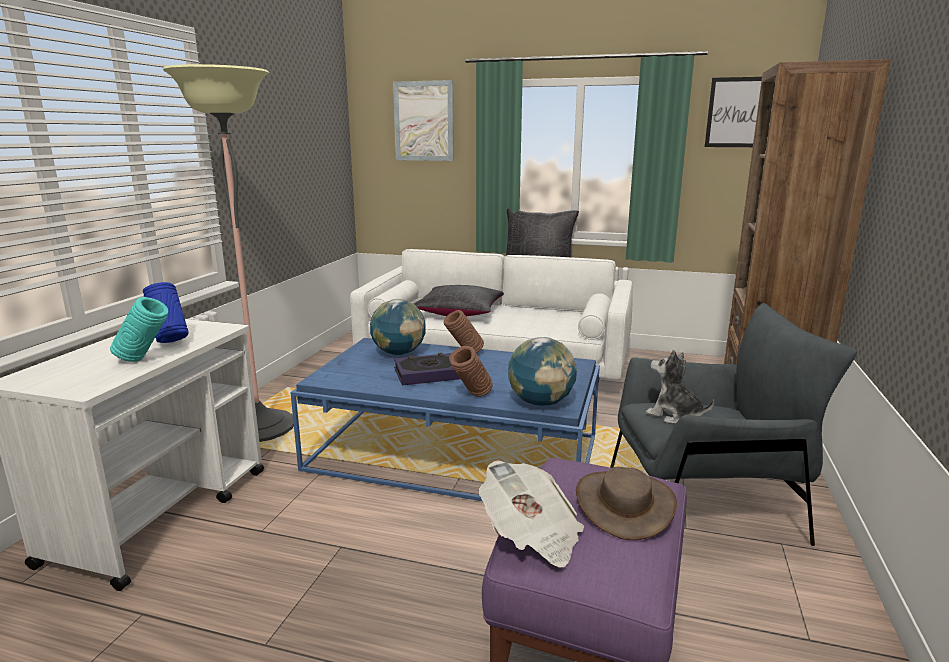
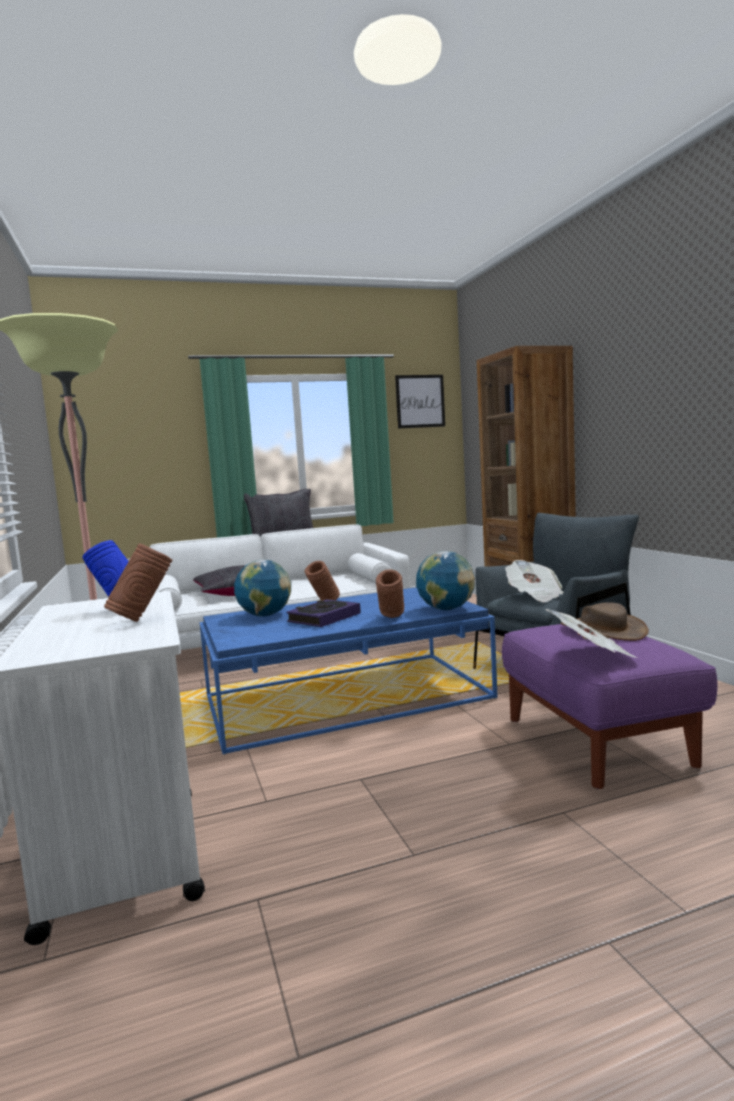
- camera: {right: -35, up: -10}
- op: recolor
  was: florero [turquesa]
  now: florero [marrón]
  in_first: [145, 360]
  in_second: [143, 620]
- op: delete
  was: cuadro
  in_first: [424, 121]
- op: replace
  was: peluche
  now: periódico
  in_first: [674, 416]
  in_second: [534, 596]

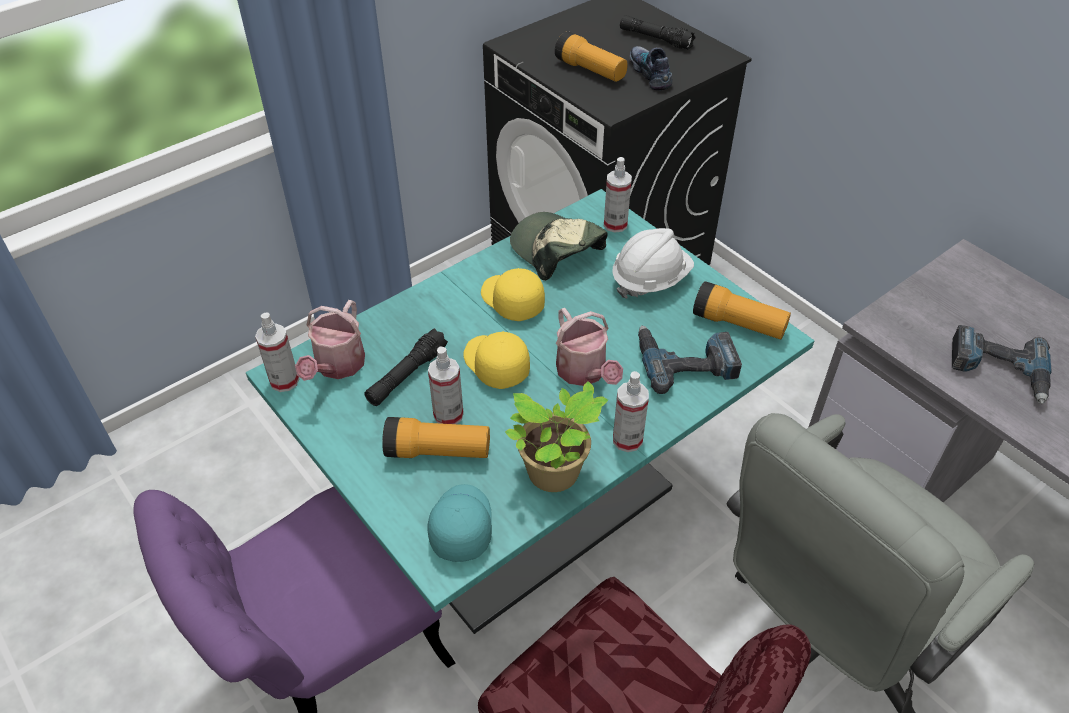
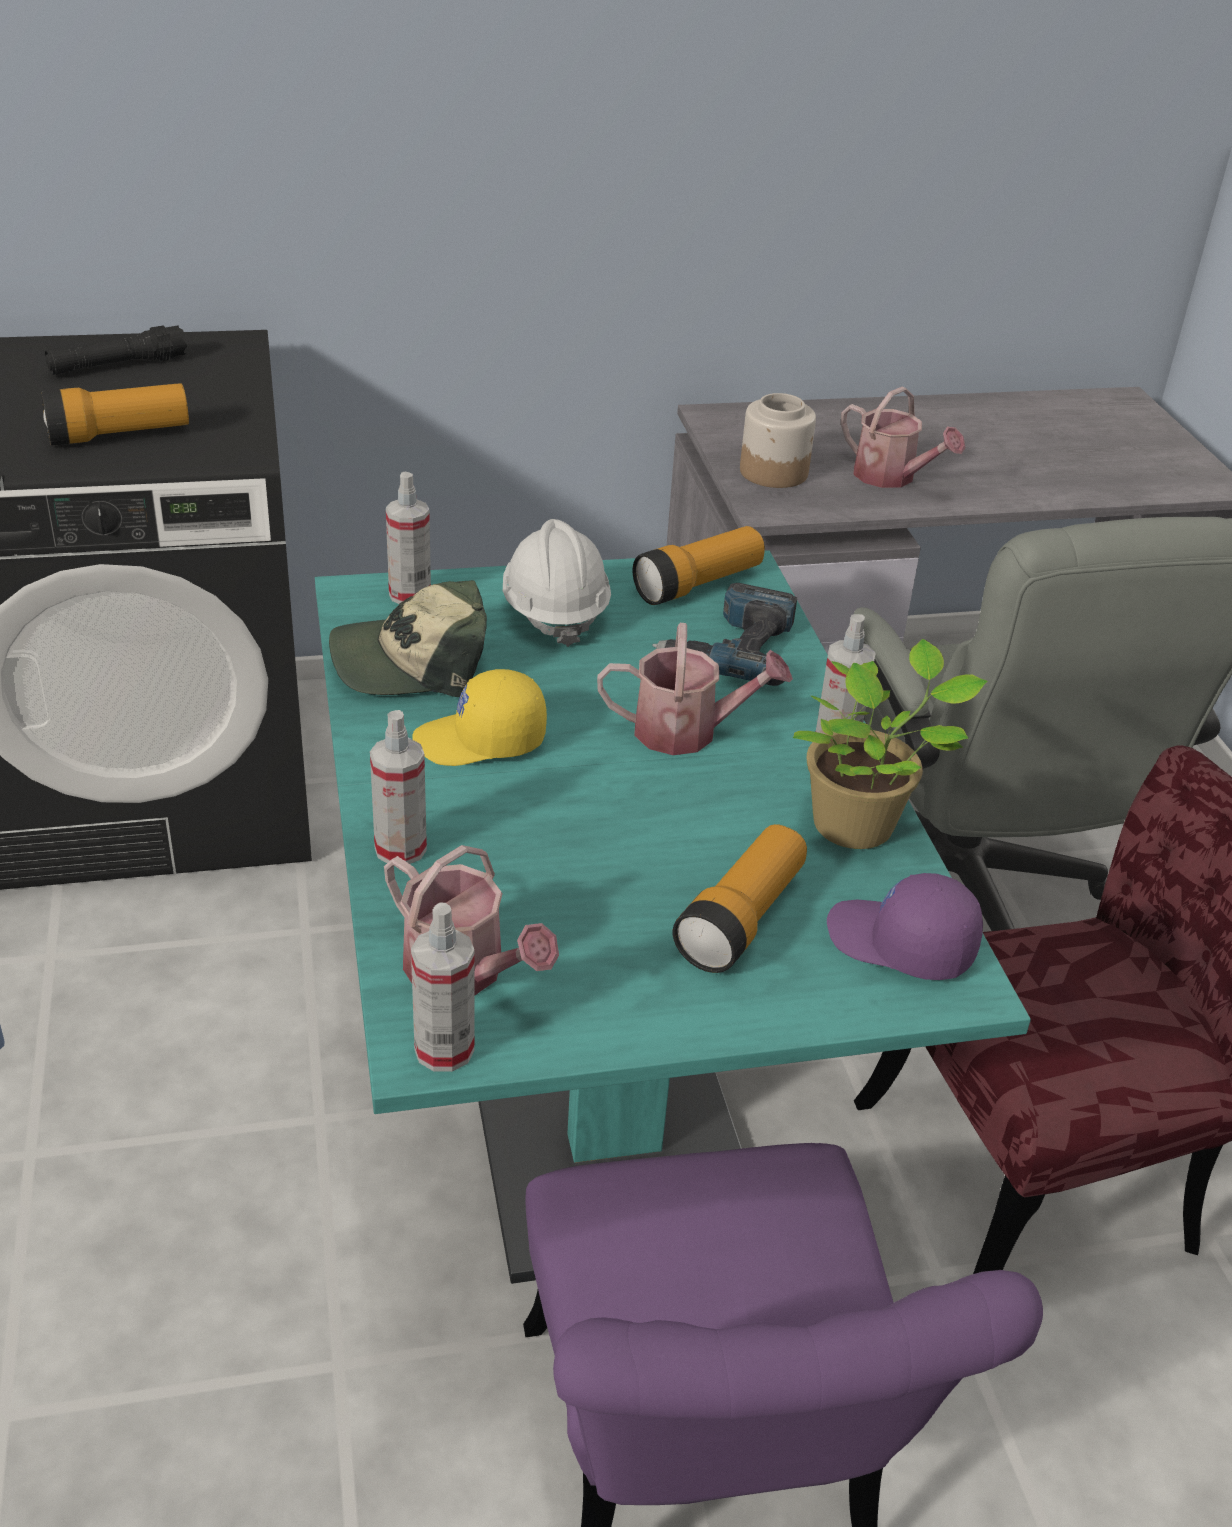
- camera: {right: -65, up: -10}
- op: delete
  was: linterna [negro]
  in_first: [407, 375]
- op: recolor
  was: gorra [turquesa]
  now: gorra [morado]
  in_first: [460, 526]
  in_second: [900, 944]
- op: move
  was: pulverizador
  in_first: [448, 415]
  in_second: [400, 849]
- op: delete
  was: gorra [amarillo]
  in_first: [495, 365]
- op: delete
  was: zapato
  in_first: [650, 73]
- op: replace
  was: taladro
  now: regadera
  in_first: [998, 370]
  in_second: [891, 477]
- op: insert
  now: tarro
  in_second: [774, 472]

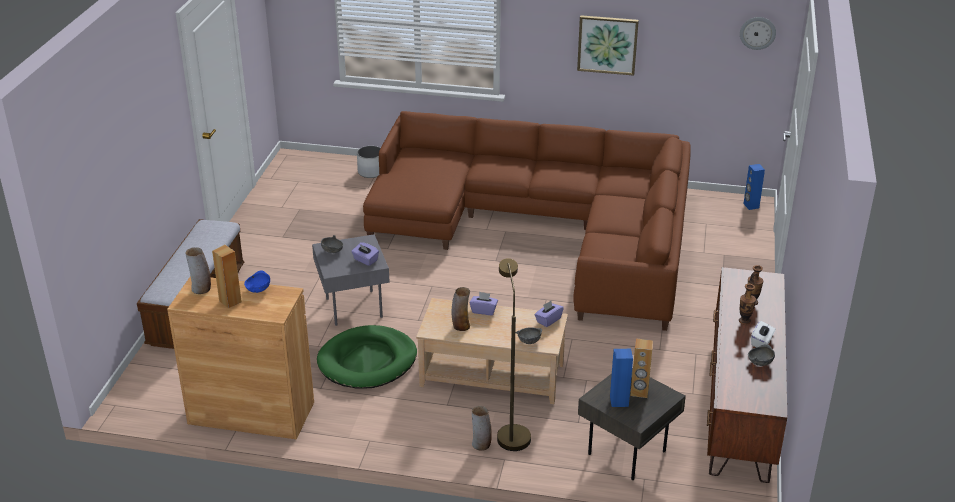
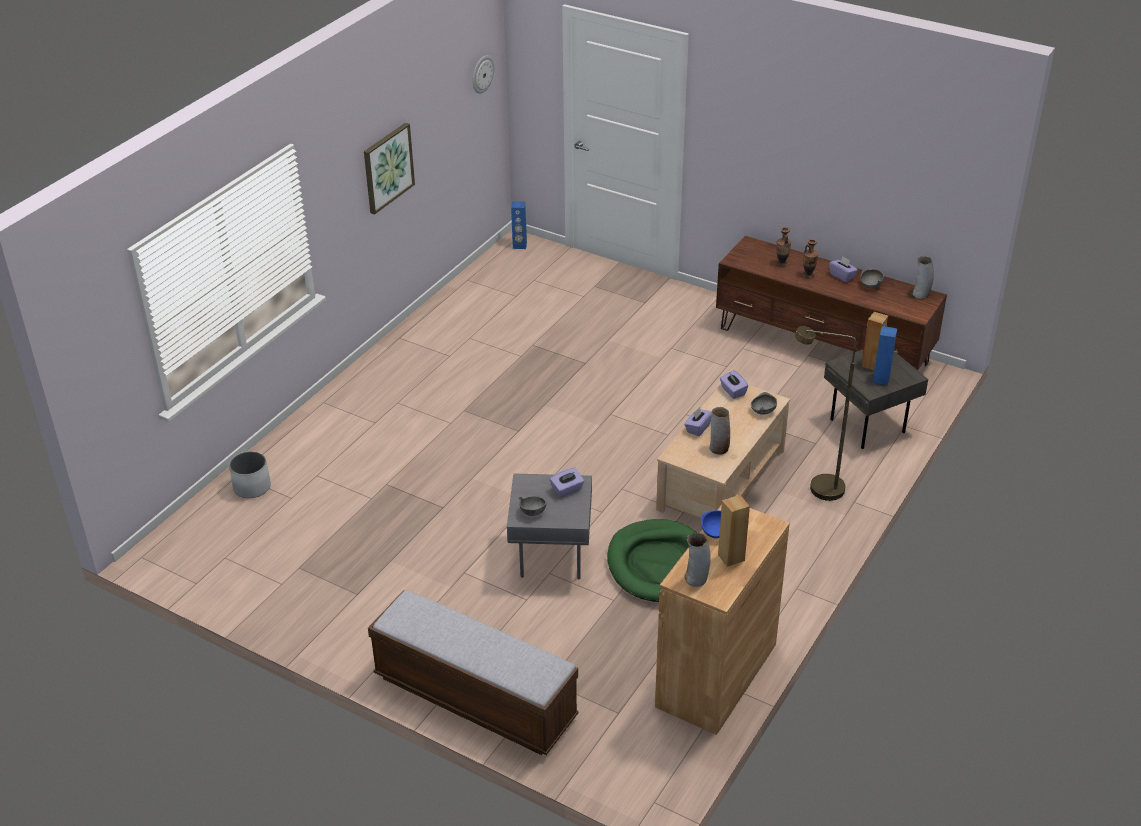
- camera: {right: -70, up: 5}
- op: delete
  was: sofá [marrón]
  in_first: [545, 228]
- op: move
  was: florero
  in_first: [481, 445]
  in_second: [921, 294]
- op: recolor
  was: caja de pañuelos [blanco]
  now: caja de pañuelos [morado]
  in_first: [762, 342]
  in_second: [842, 276]

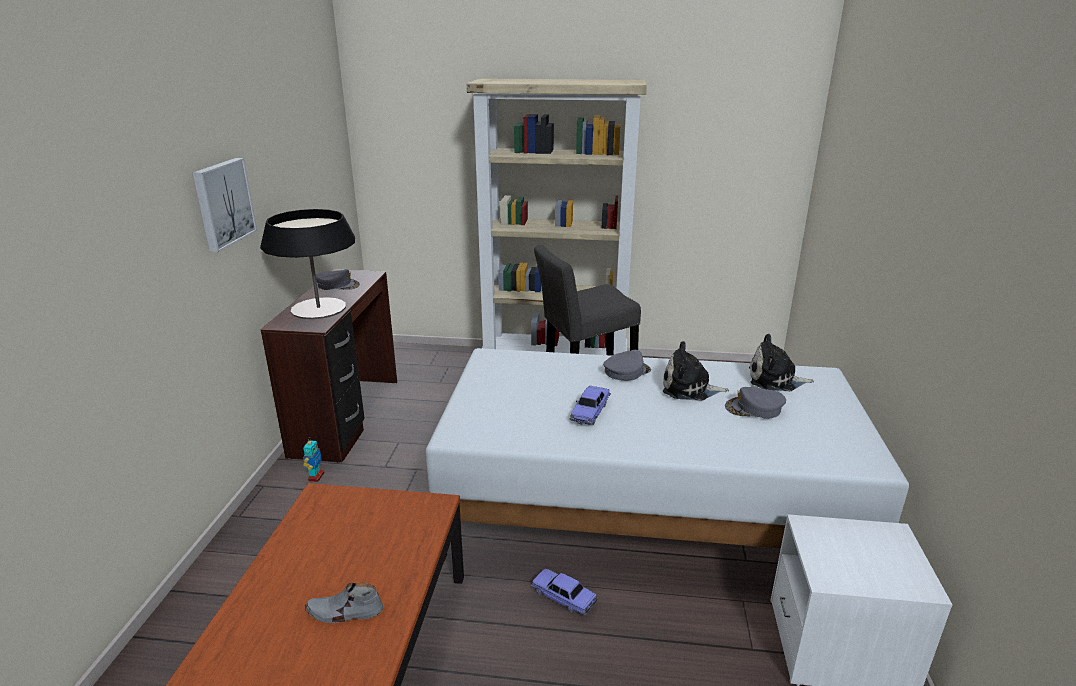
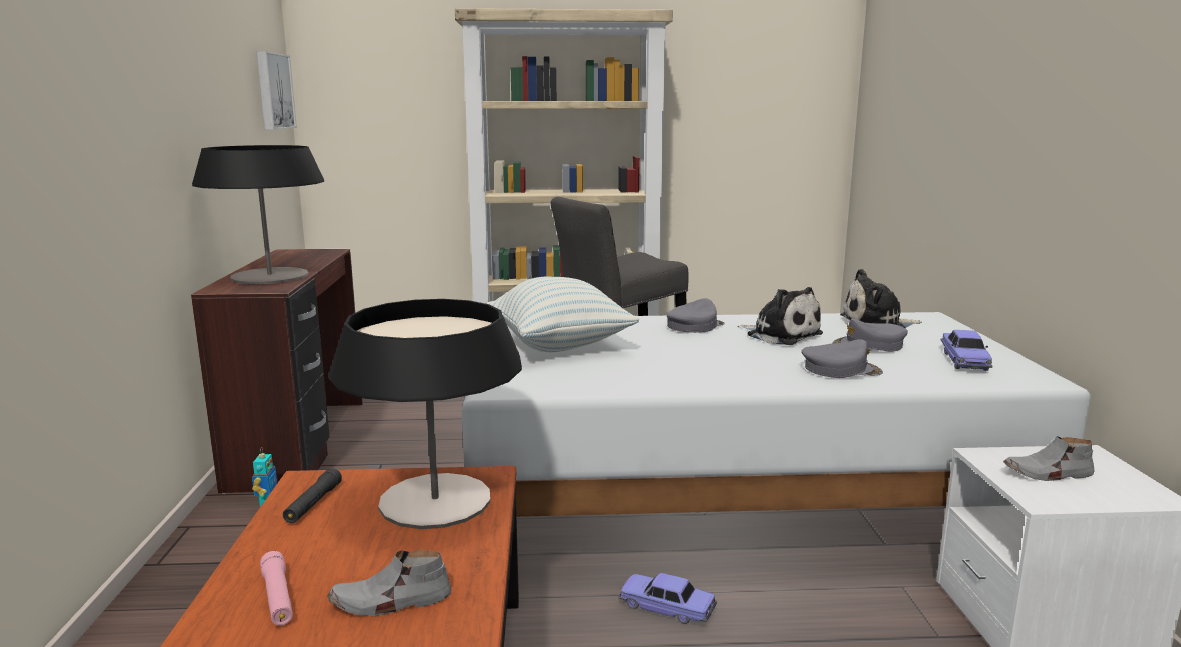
- camera: {right: -10, up: -10}
- op: move
  was: cuadro
  in_first: [222, 203]
  in_second: [273, 91]
- op: move
  was: gorra [gris]
  in_first: [338, 285]
  in_second: [840, 369]
- op: move
  was: coche de juguete
  in_first: [590, 411]
  in_second: [964, 361]
- op: rotate
  was: peluche
  in_first: [689, 388]
  in_second: [781, 335]
  clockwise: -135
- op: insert
  now: linterna [rosa]
  in_second: [278, 597]
- op: insert
  now: linterna [negro]
  in_second: [313, 504]
- op: insert
  now: lámpara de mesa
  in_second: [435, 500]
- op: insert
  now: cojín
  in_second: [559, 345]
- op: insert
  now: zapato [gris]
  in_second: [1048, 474]

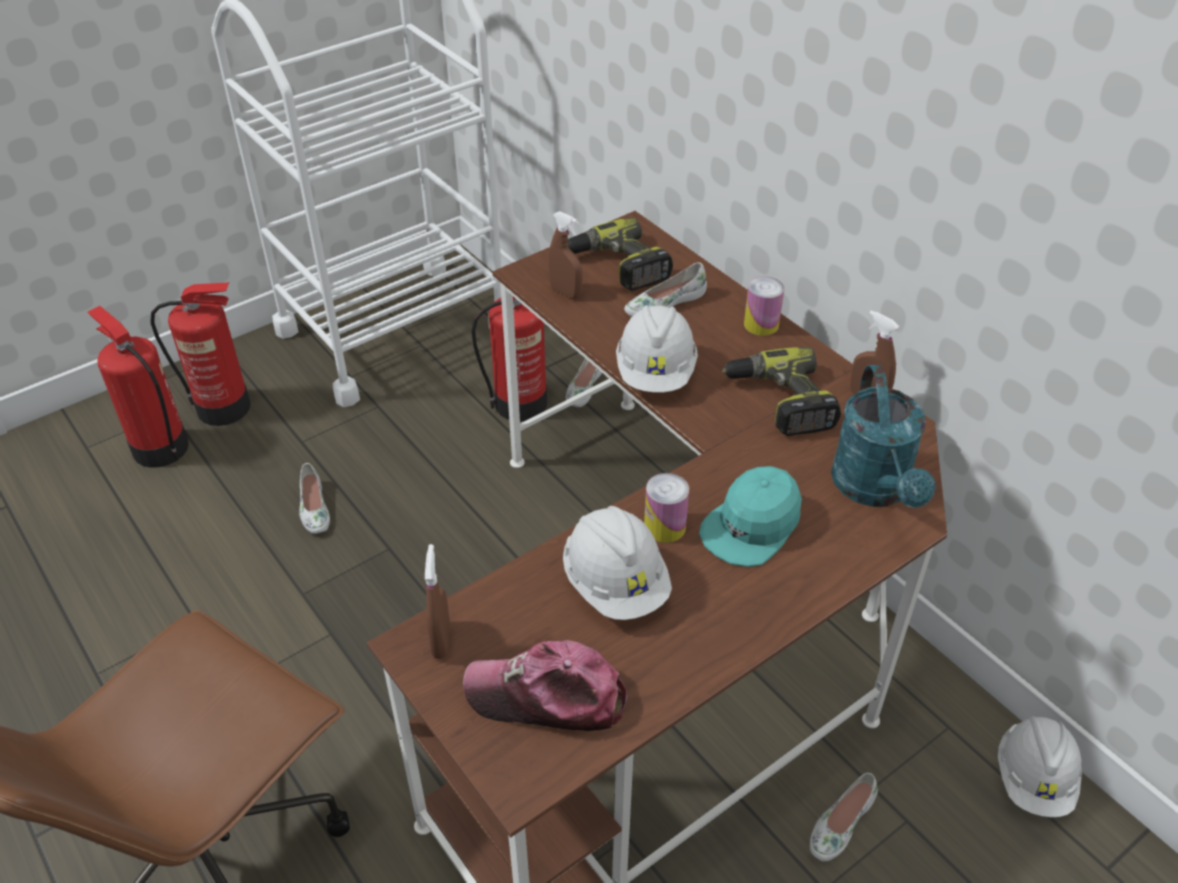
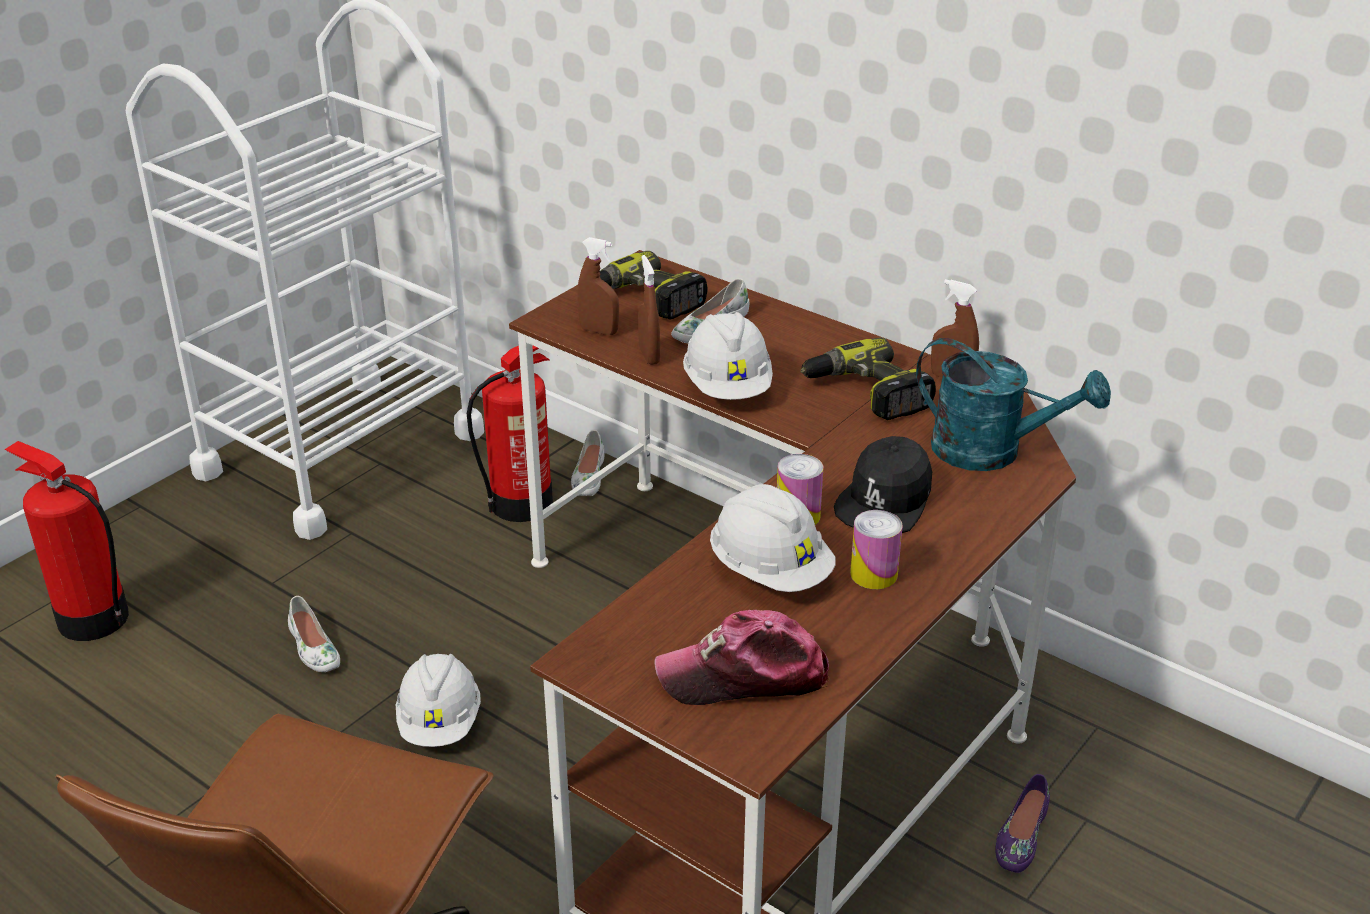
- camera: {right: -15, up: -10}
- op: delete
  was: extintor
  in_first: [225, 408]
- op: move
  was: pulverizador [marrón]
  in_first: [441, 641]
  in_second: [649, 356]
- op: recolor
  was: gorra [turquesa]
  now: gorra [negro]
  in_first: [752, 525]
  in_second: [885, 500]
- op: move
  was: lata
  in_first: [761, 324]
  in_second: [873, 574]
- op: recolor
  was: zapato [blanco]
  now: zapato [morado]
  in_first: [840, 823]
  in_second: [1020, 836]
- op: rotate
  was: regadera [turquesa]
  in_first: [875, 489]
  in_second: [992, 452]
  clockwise: -45
- op: move
  was: casco [blanco]
  in_first: [1033, 779]
  in_second: [440, 722]

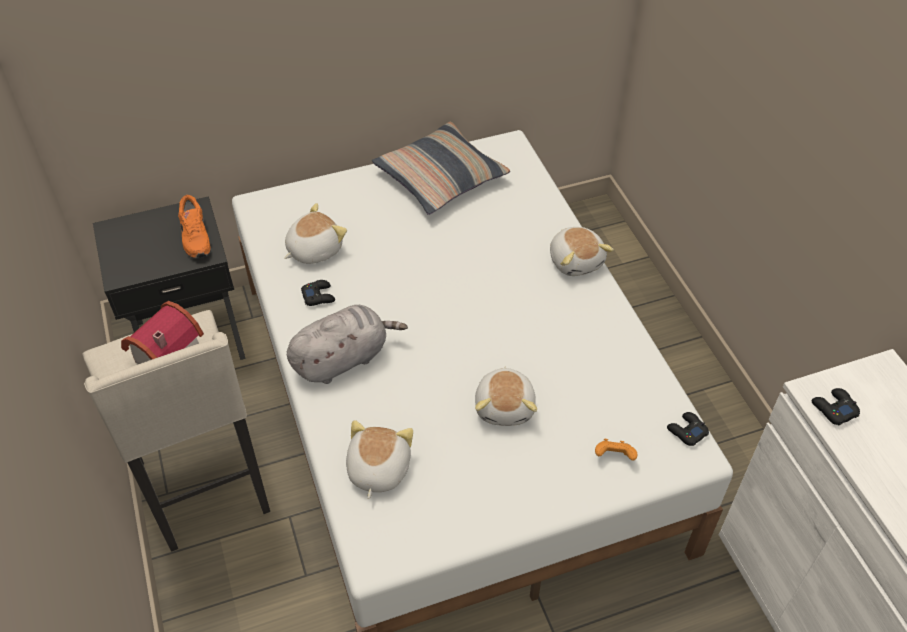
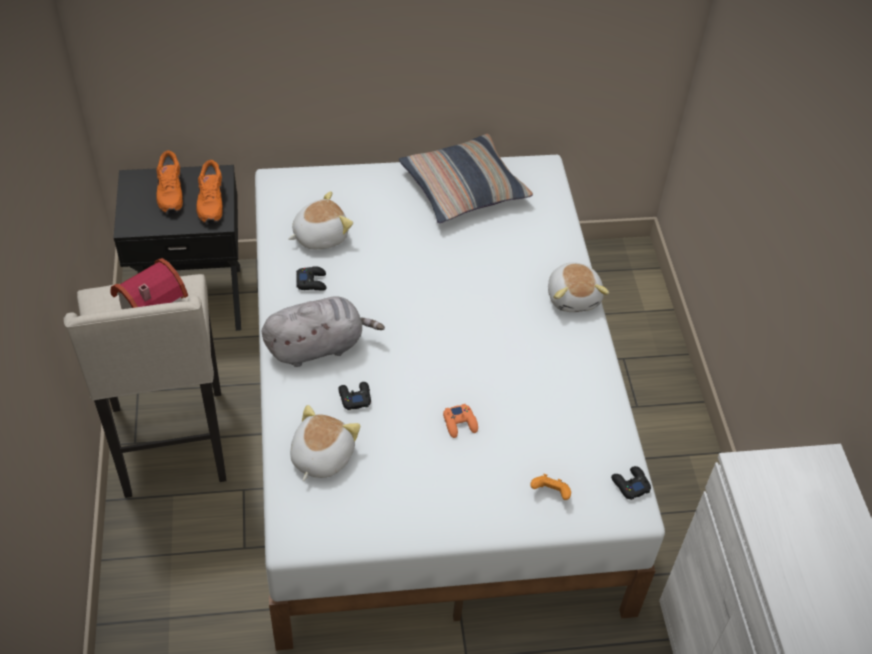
- camera: {right: 10, up: 0}
- op: replace
  was: peluche
  now: mando de consola [naranja]
  in_first: [505, 406]
  in_second: [460, 423]
- op: move
  was: mando de consola [negro]
  in_first: [833, 409]
  in_second: [354, 397]
- op: insert
  now: zapato [naranja]
  in_second: [170, 192]

